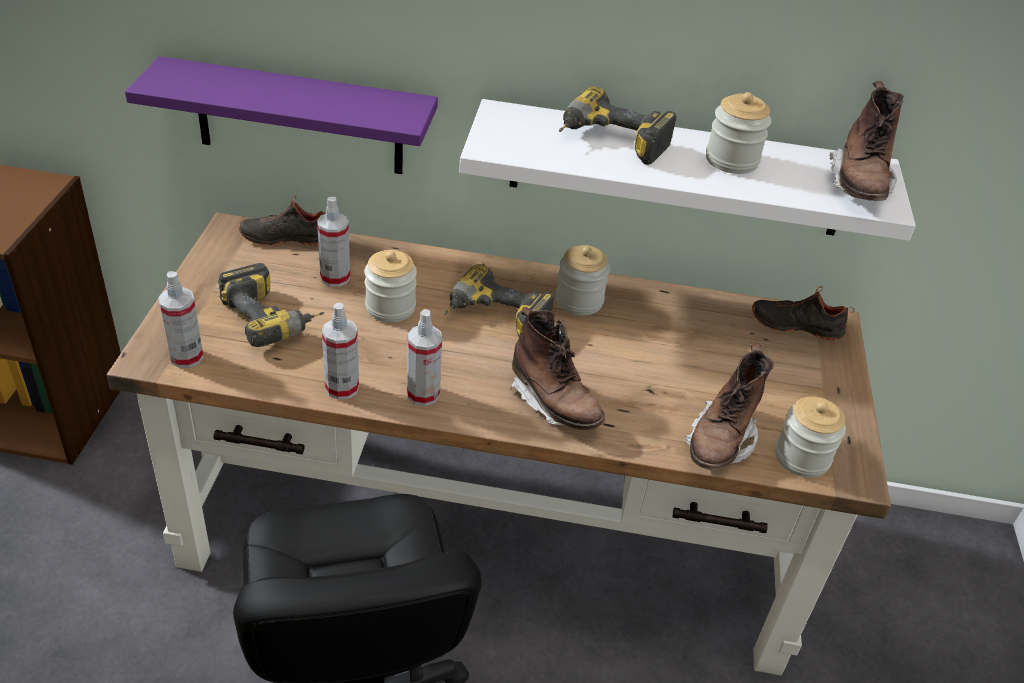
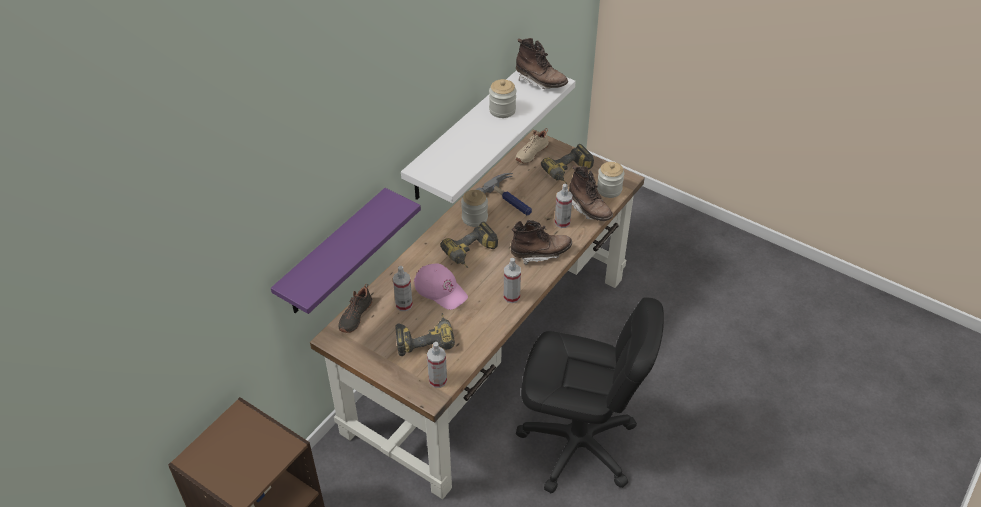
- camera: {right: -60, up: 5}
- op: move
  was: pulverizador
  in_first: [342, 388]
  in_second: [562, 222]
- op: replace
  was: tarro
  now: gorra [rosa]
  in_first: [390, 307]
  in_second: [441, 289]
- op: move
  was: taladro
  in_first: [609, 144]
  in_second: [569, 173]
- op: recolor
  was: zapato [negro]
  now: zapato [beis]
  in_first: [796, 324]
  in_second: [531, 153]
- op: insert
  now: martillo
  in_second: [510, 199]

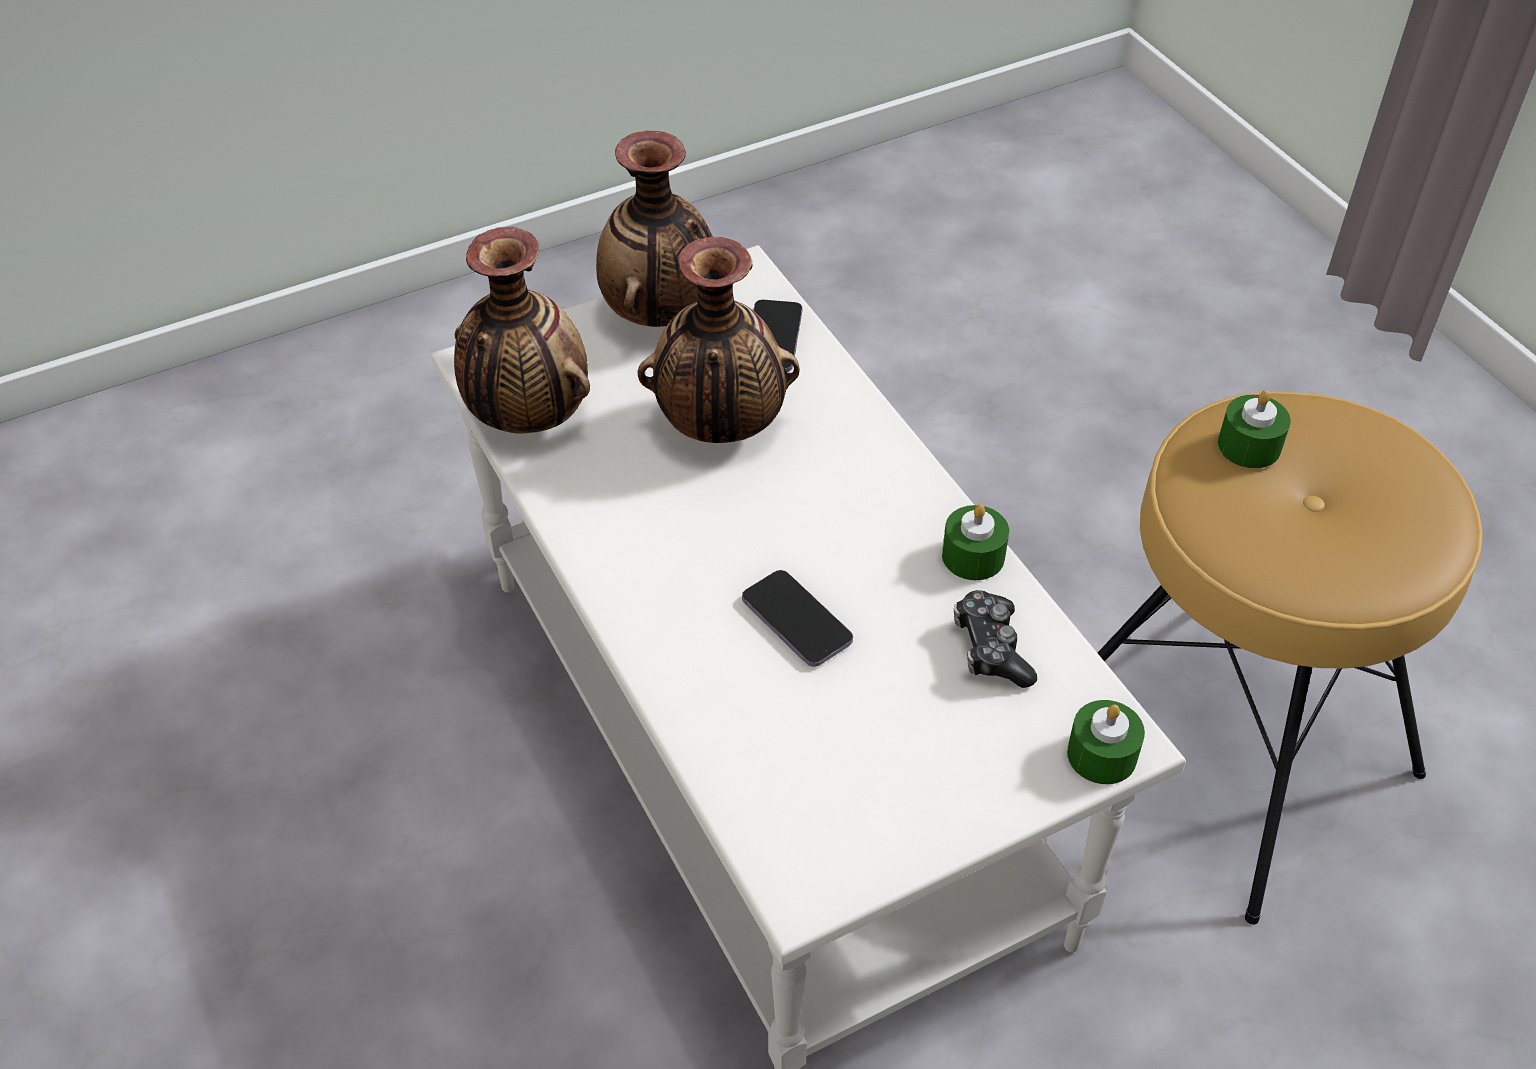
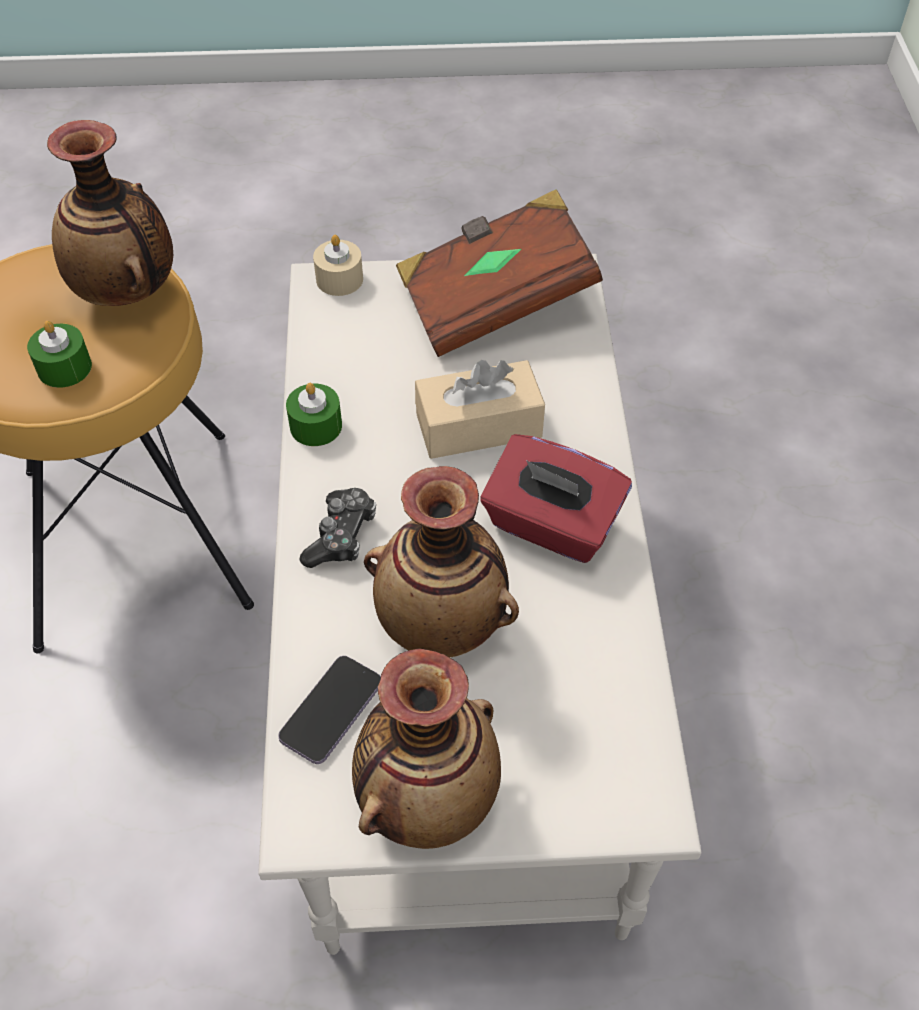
- camera: {right: -155, up: 5}
- op: move
  was: florero
  in_first: [527, 416]
  in_second: [127, 292]
- op: replace
  was: móvil
  now: caja de pañuelos [beis]
  in_first: [796, 621]
  in_second: [478, 426]
- op: move
  was: mando de consola
  in_first: [991, 648]
  in_second: [341, 536]
- op: recolor
  was: vela [verde]
  now: vela [beis]
  in_first: [1101, 755]
  in_second: [339, 279]
- op: insert
  now: libro [marrón]
  in_second: [495, 301]
- op: insert
  now: caja de pañuelos [rojo]
  in_second: [551, 525]

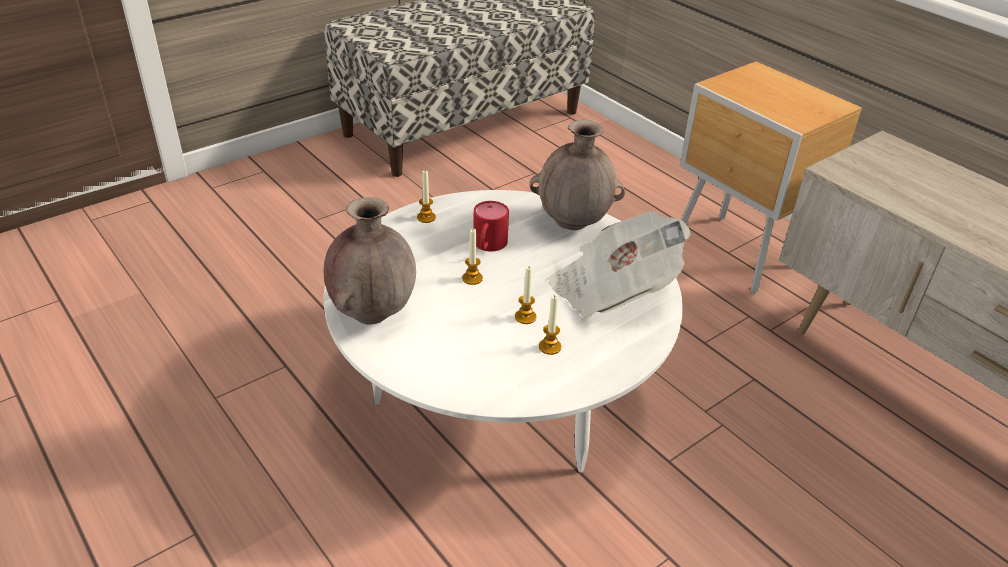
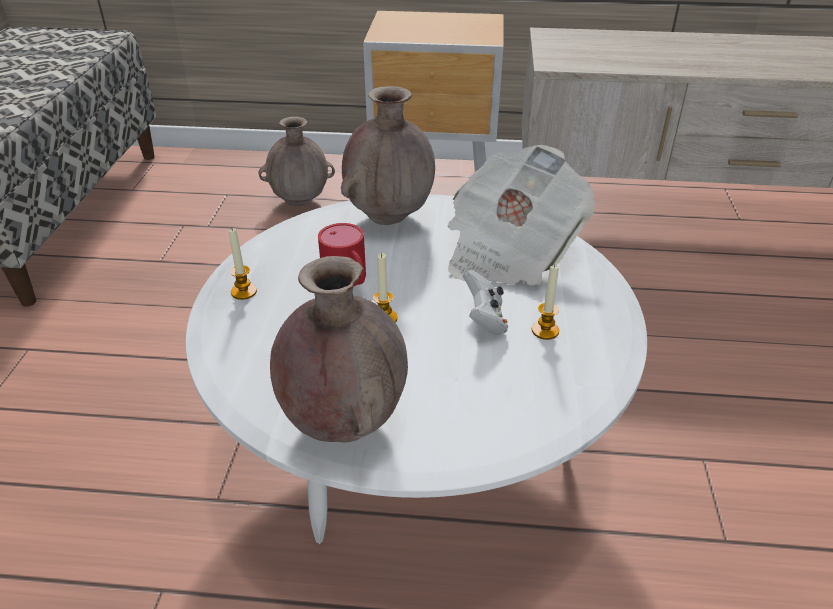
- camera: {right: -45, up: 0}
- op: replace
  was: vela
  now: mando de consola [blanco]
  in_first: [525, 317]
  in_second: [484, 320]
- op: insert
  now: florero [marrón]
  in_second: [300, 201]

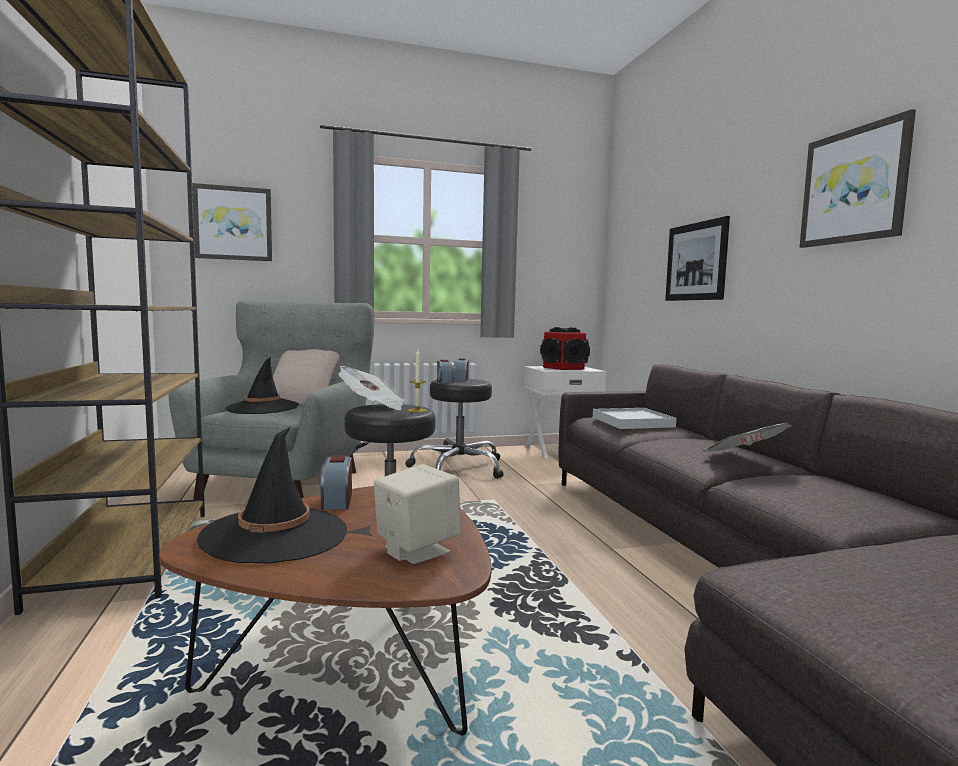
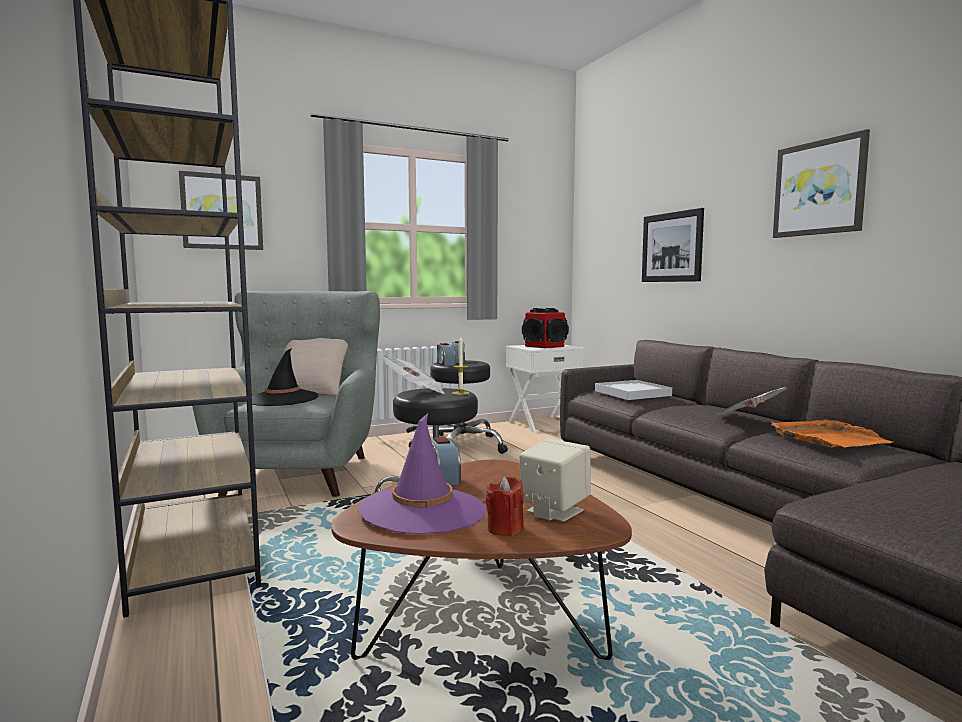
- camera: {right: -10, up: 0}
- op: recolor
  was: sombrero [negro]
  now: sombrero [morado]
  in_first: [275, 535]
  in_second: [423, 510]
- op: insert
  now: vela [rojo]
  in_second: [505, 529]
- op: insert
  now: bandeja [naranja]
  in_second: [828, 439]

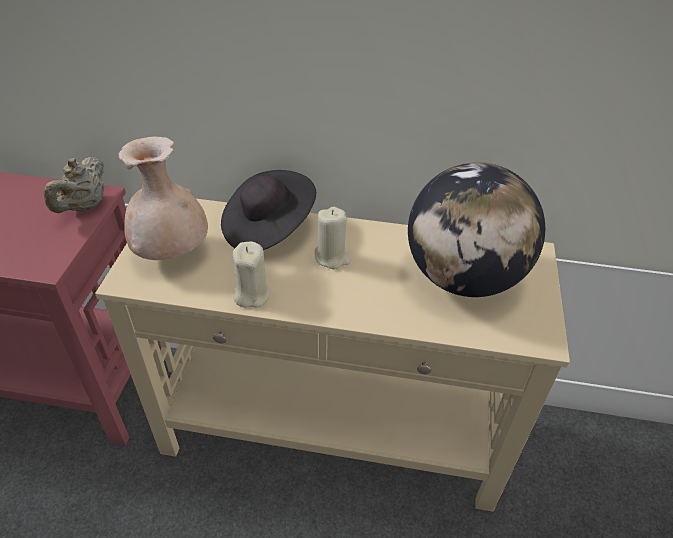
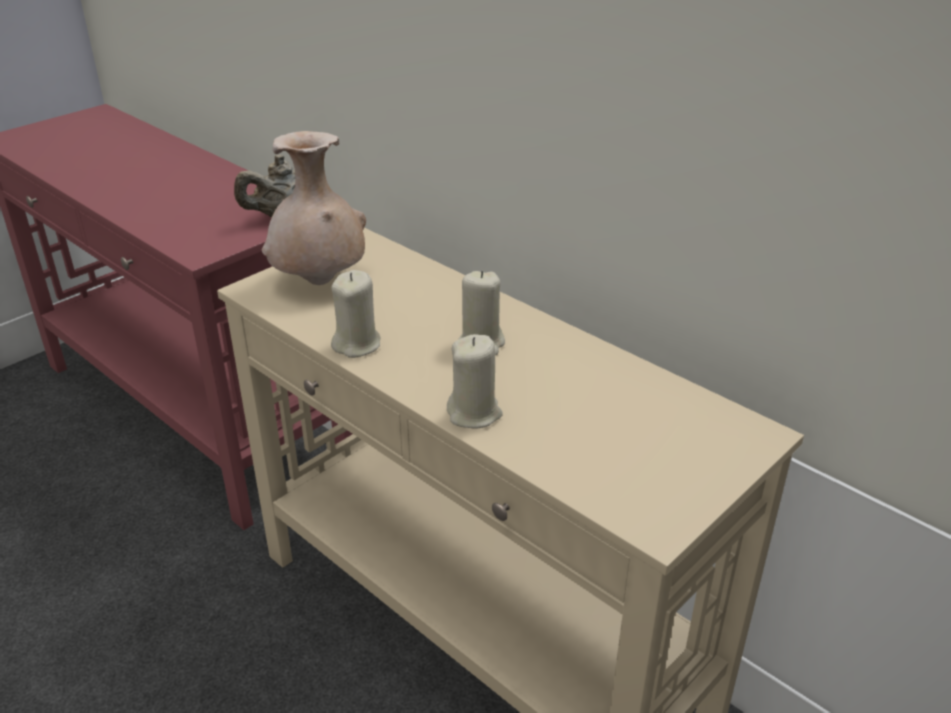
- camera: {right: 35, up: -10}
- op: delete
  was: sombrero [negro]
  in_first: [267, 228]
- op: delete
  was: globo terráqueo
  in_first: [463, 277]
- op: insert
  now: vela [beis]
  in_second: [474, 413]

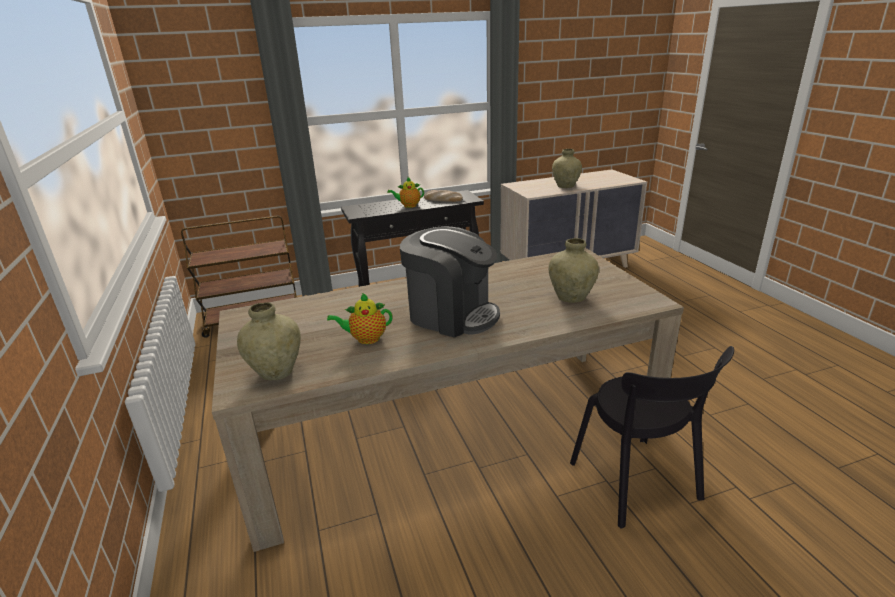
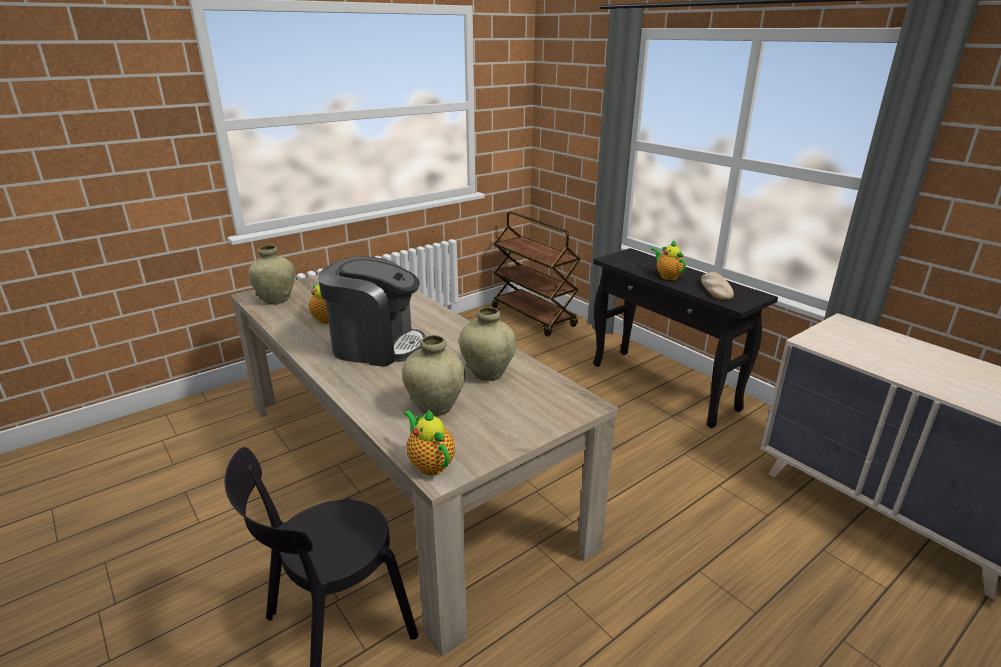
- camera: {right: 70, up: 0}
- op: rotate
  was: cafetera
  in_first: [451, 315]
  in_second: [376, 346]
  clockwise: -90
- op: move
  was: florero [beis]
  in_first: [565, 186]
  in_second: [487, 374]
- op: insert
  now: tetera
  in_second: [430, 463]

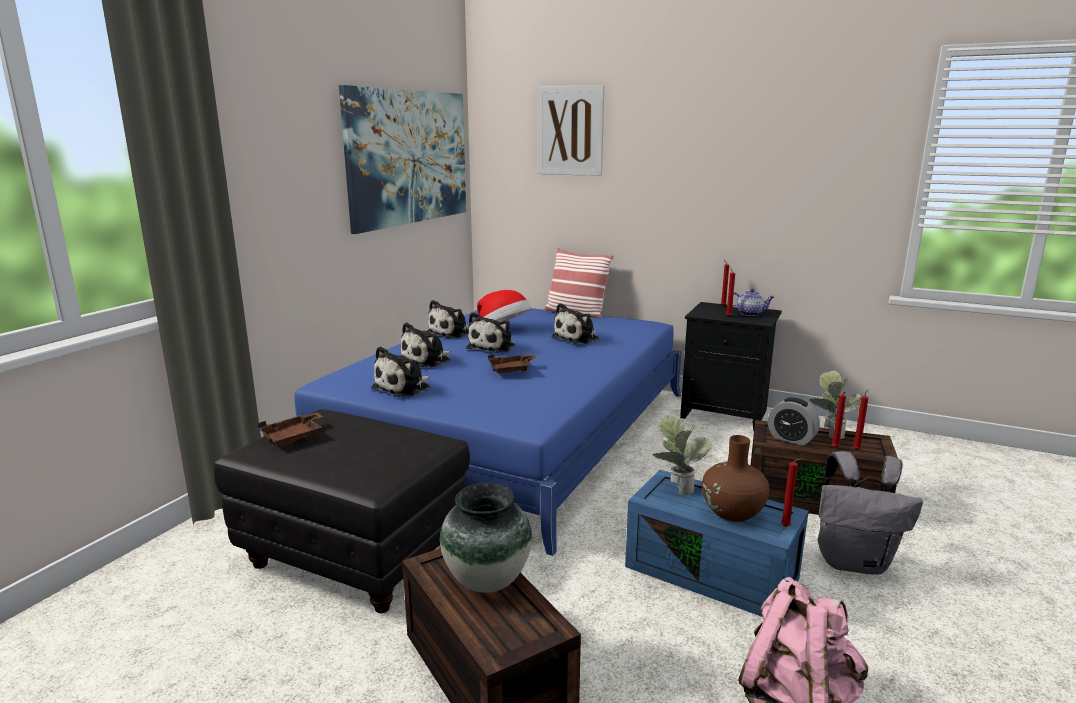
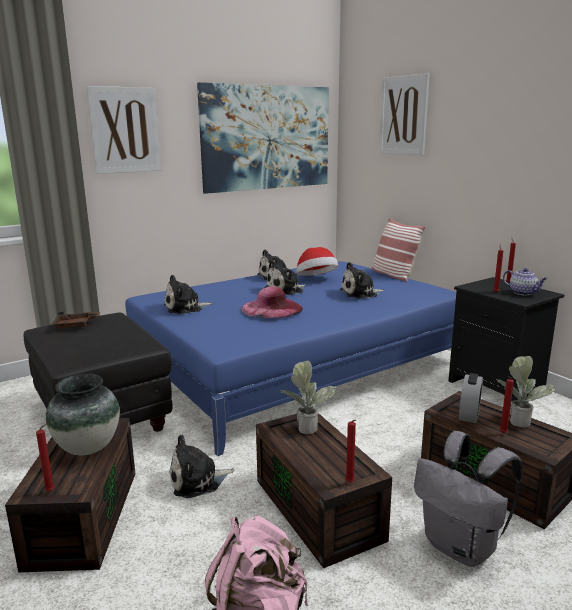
- camera: {right: 30, up: 0}
- op: move
  was: peluche
  in_first: [427, 360]
  in_second: [198, 480]
- op: replace
  was: bandeja [marrón]
  now: sombrero [rosa]
  in_first: [511, 370]
  in_second: [271, 308]
- op: recolor
  was: caja de almacenaje [azul]
  now: caja de almacenaje [marrón]
  in_first: [714, 572]
  in_second: [320, 509]
- op: delete
  was: florero [marrón]
  in_first: [732, 512]
- op: rotate
  was: despertador
  in_first: [791, 439]
  in_second: [469, 414]
  clockwise: -135
- op: move
  was: vela [rojo]
  in_first: [857, 449]
  in_second: [52, 491]
- op: insert
  now: cuadro
  in_second: [125, 130]

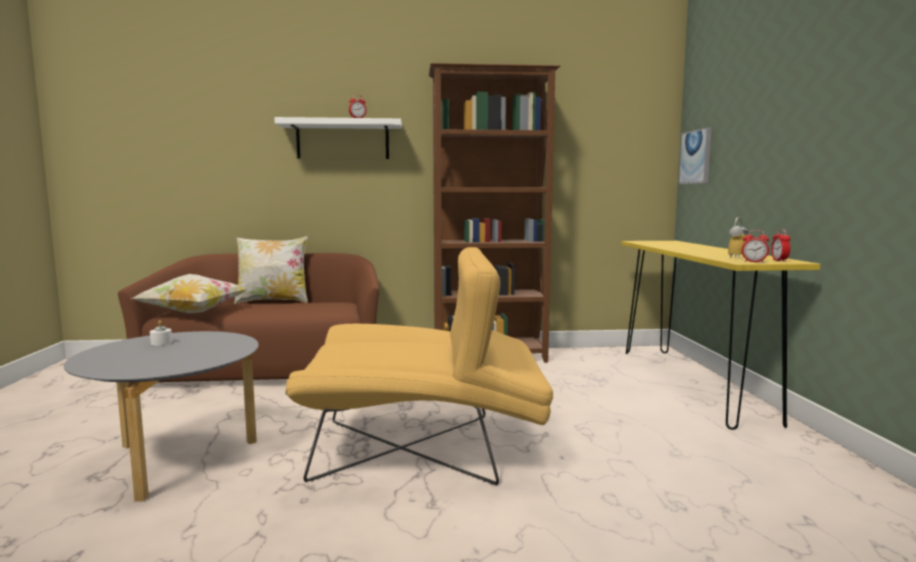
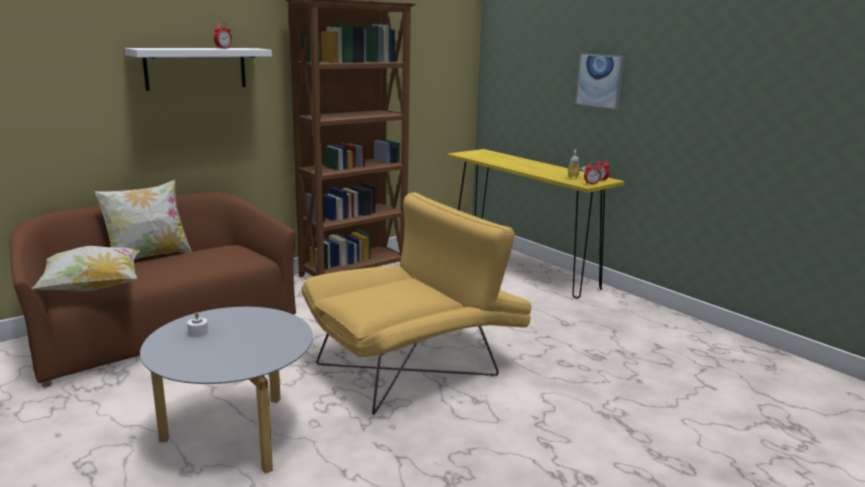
- camera: {right: -35, up: 10}
- op: move
  was: cuadro
  in_first: [696, 157]
  in_second: [600, 80]

